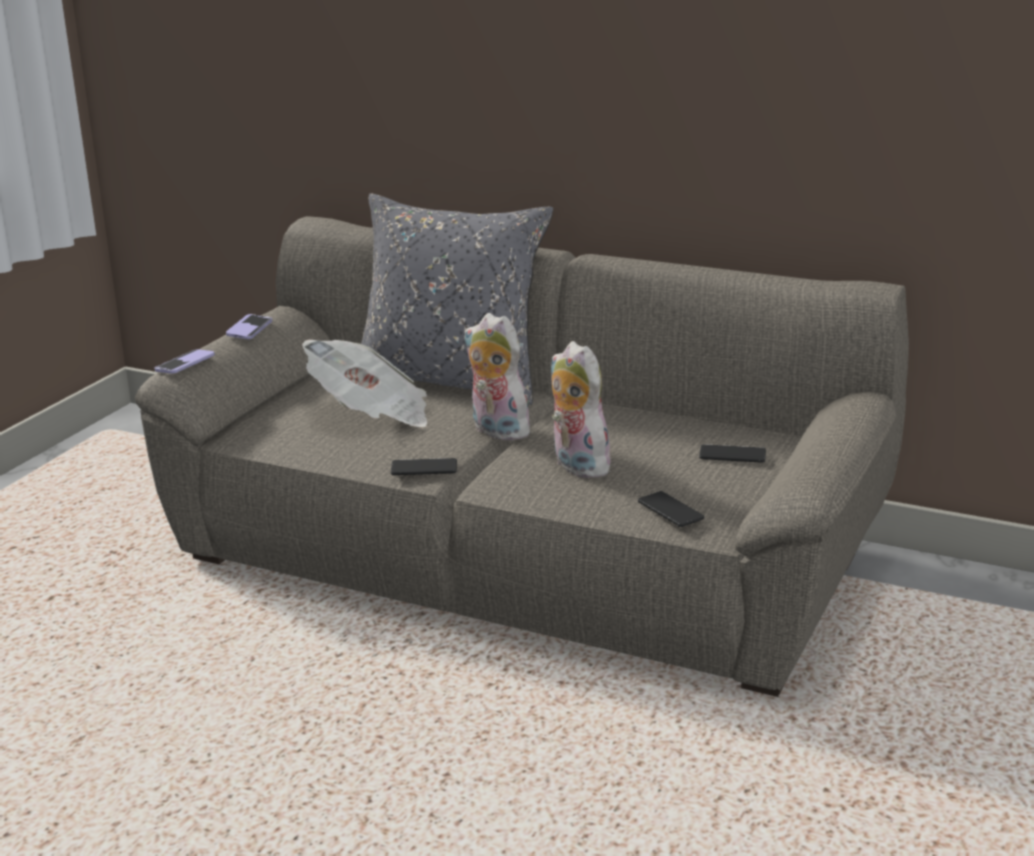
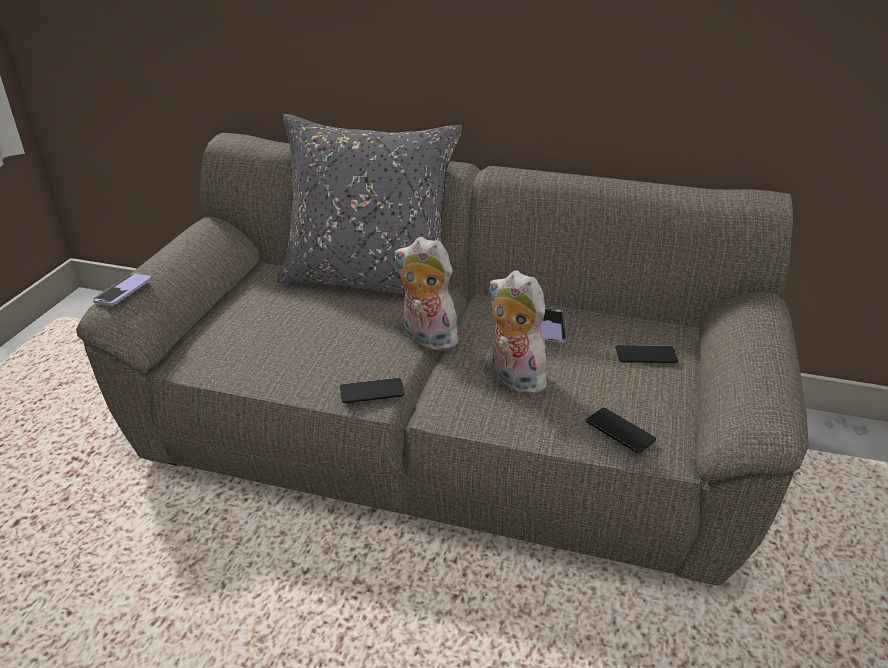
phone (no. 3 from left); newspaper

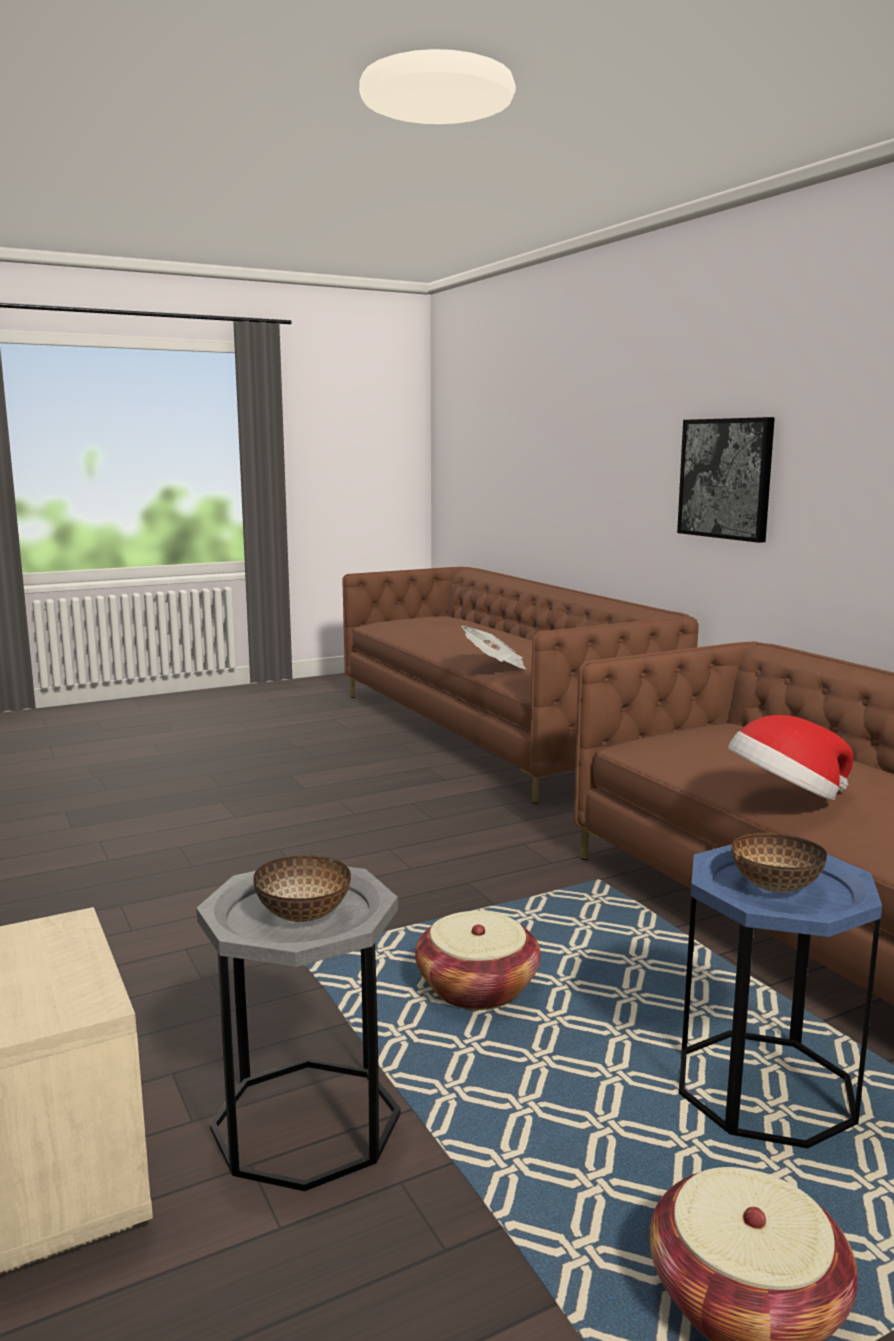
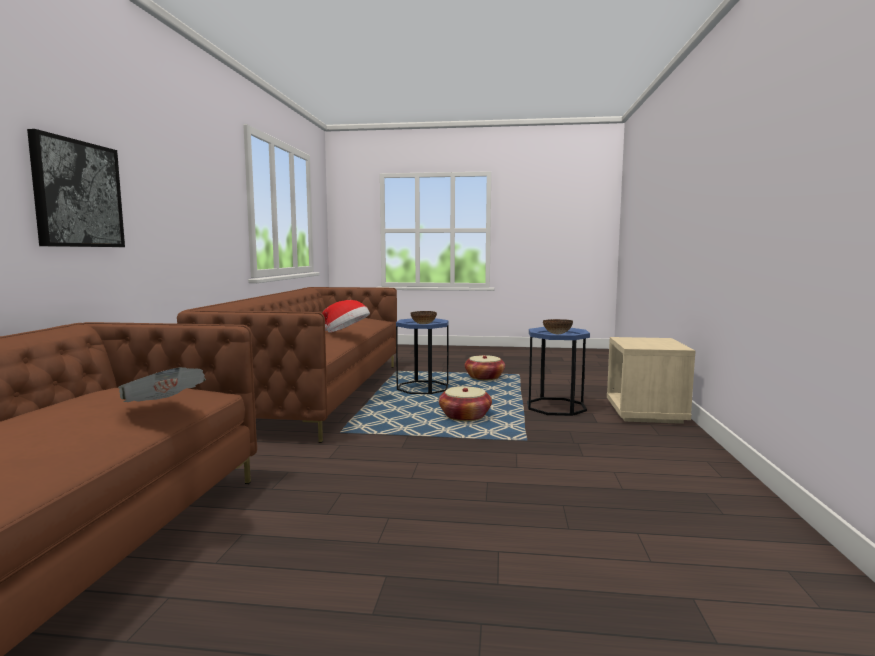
side table (blue) (no. 2 from left)

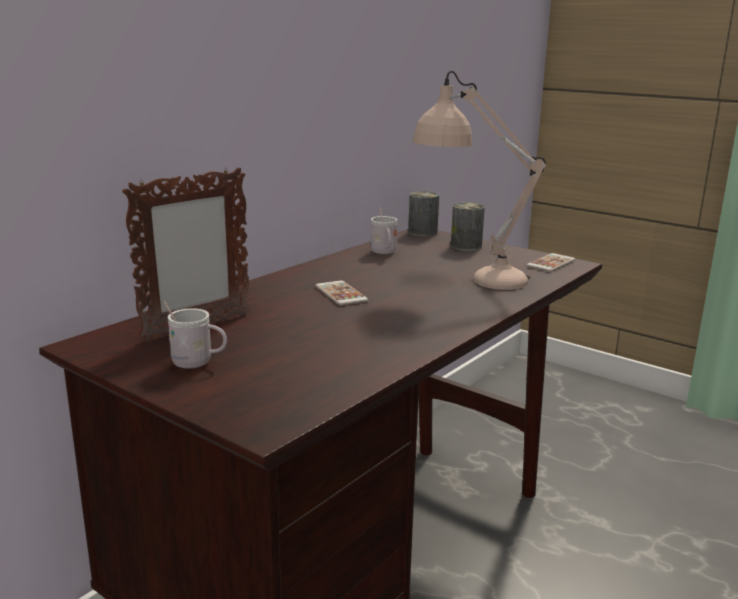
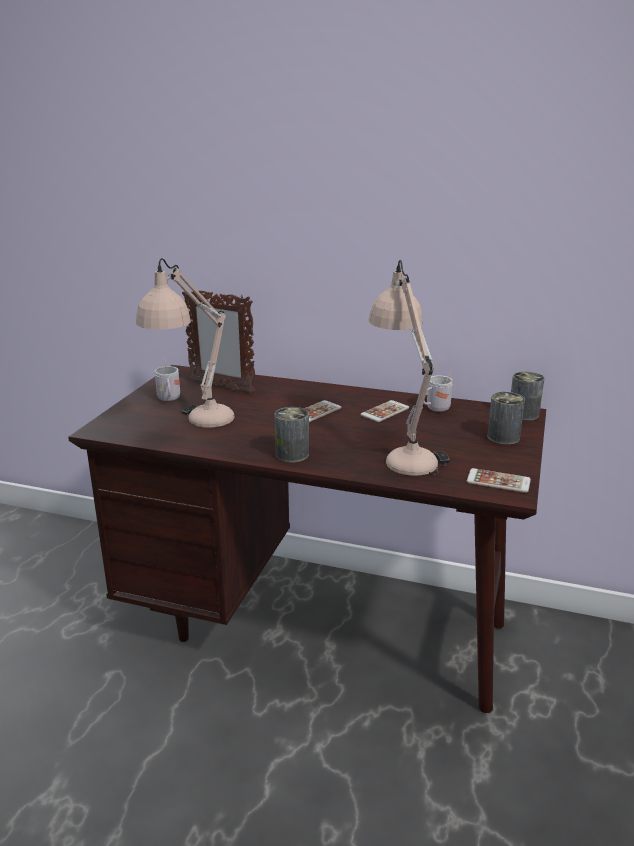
table lamp (beige) (no. 1 from left); phone (no. 2 from left); can (no. 1 from left)

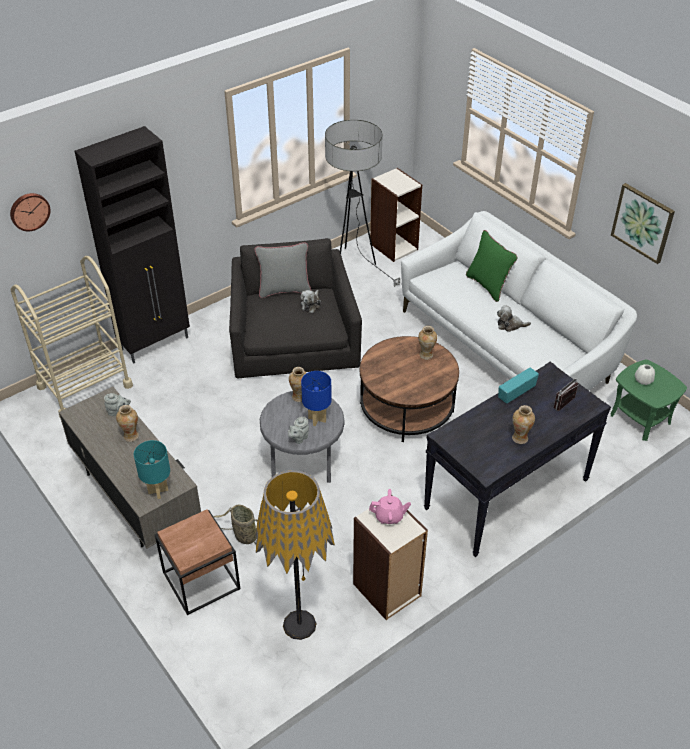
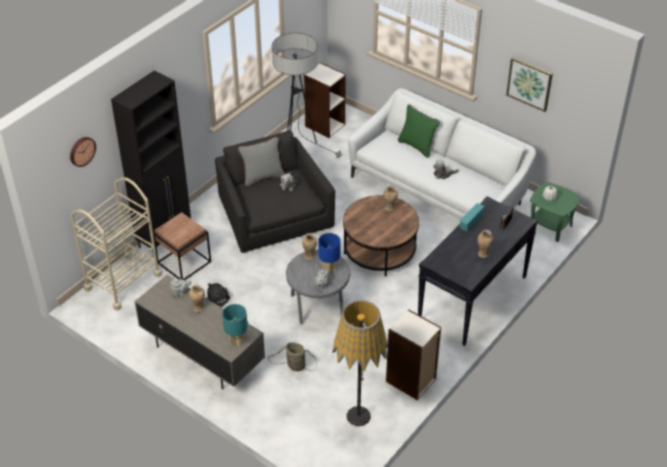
teapot (pink); side table (brown); plush toy (no. 1 from left)

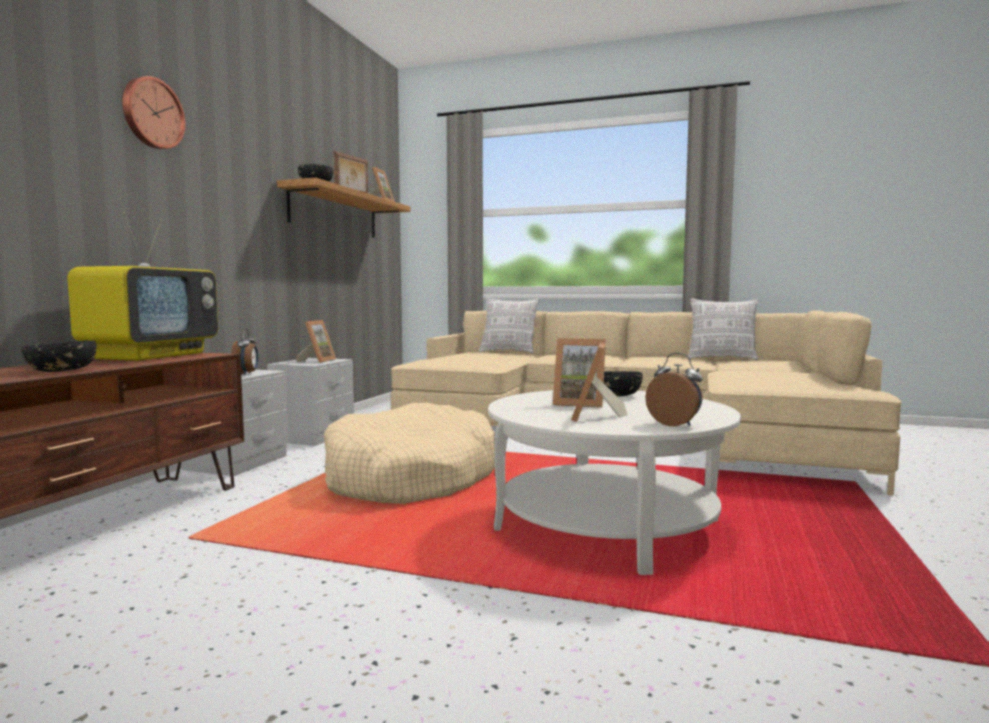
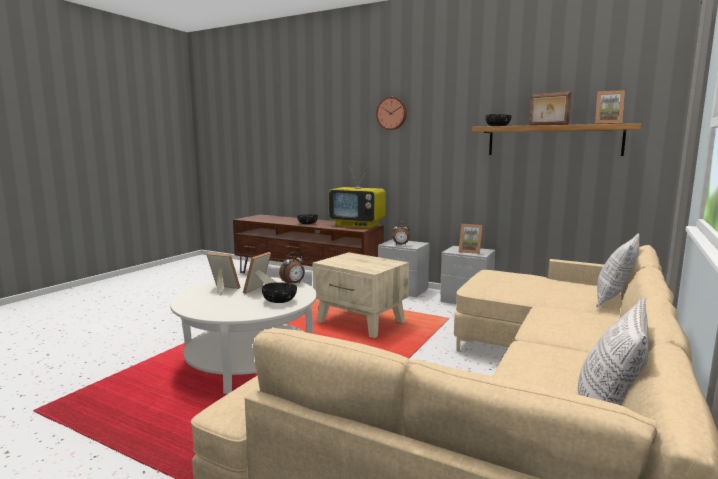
alarm clock (no. 1 from left); side table (beige)

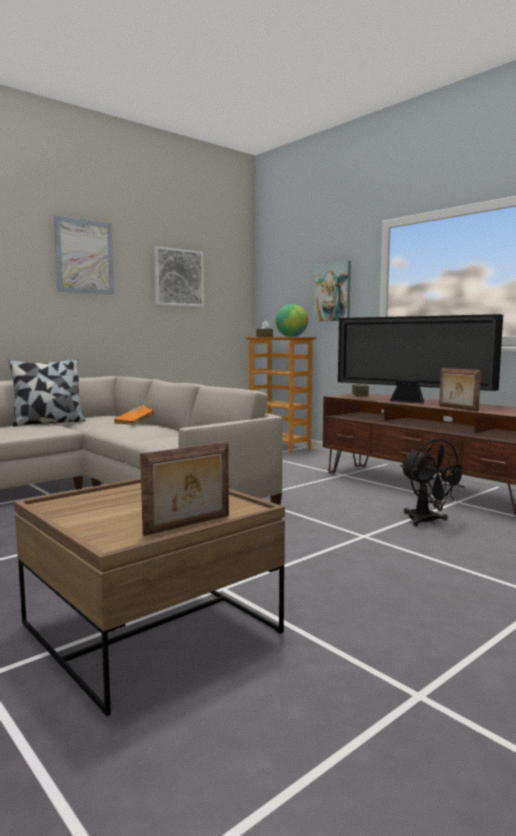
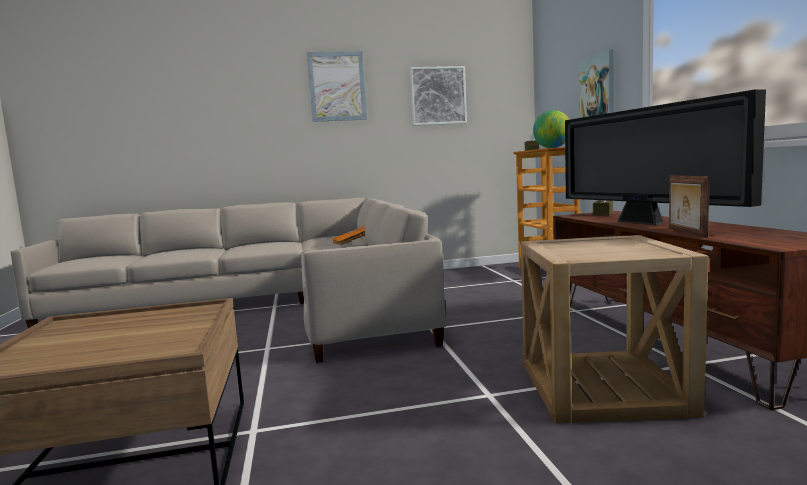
pillow; side table (beige); picture frame (no. 1 from left in the first image)

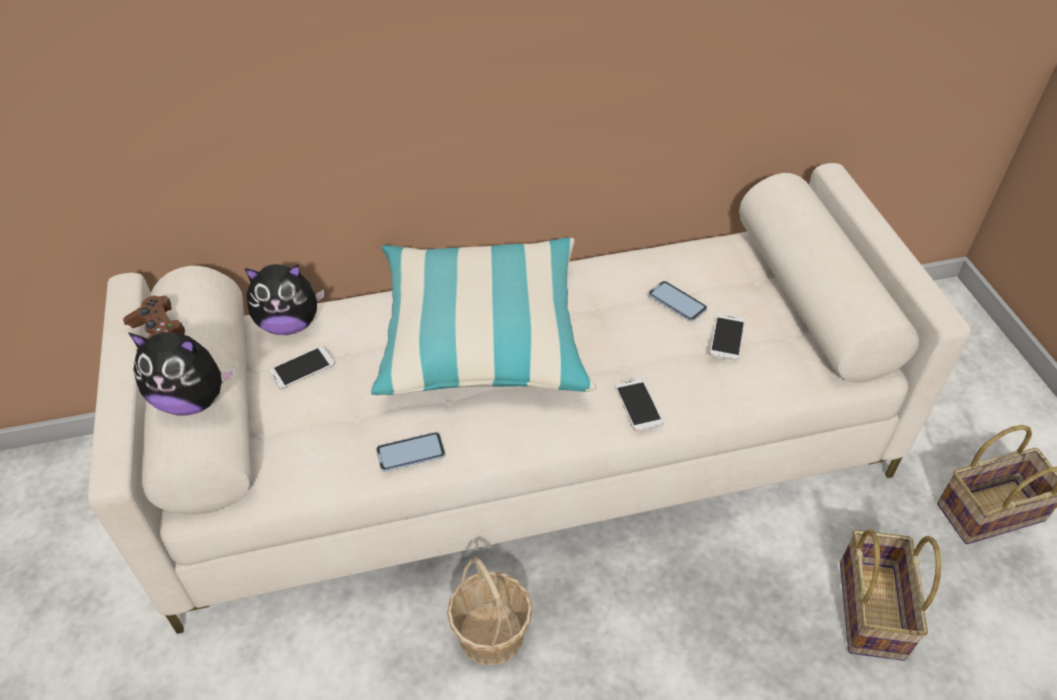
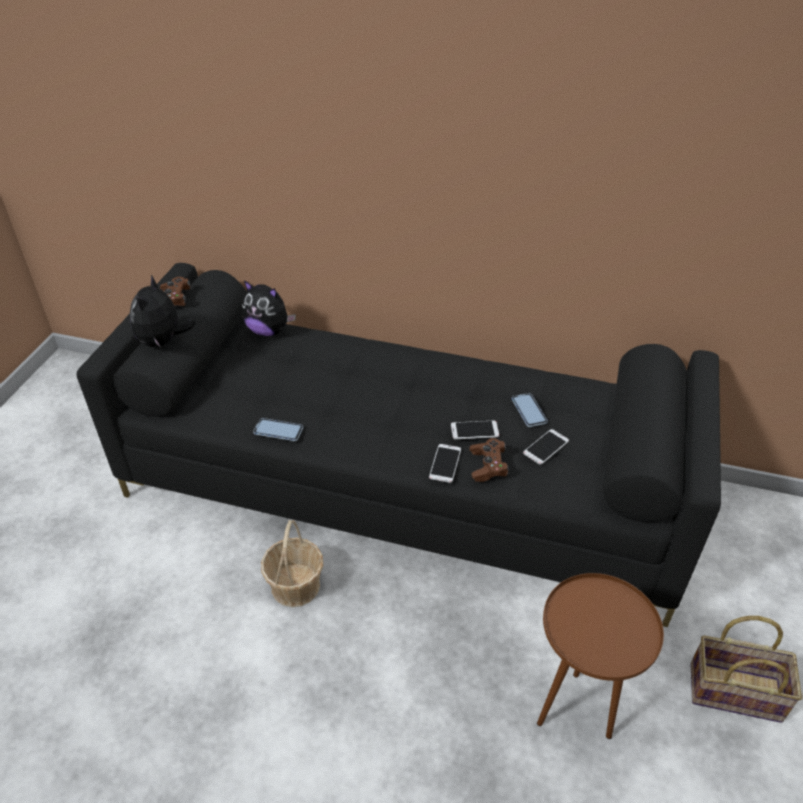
sofa (black); pillow; plush toy (no. 1 from left); phone (no. 3 from left); side table (brown); game controller (brown) (no. 2 from left)

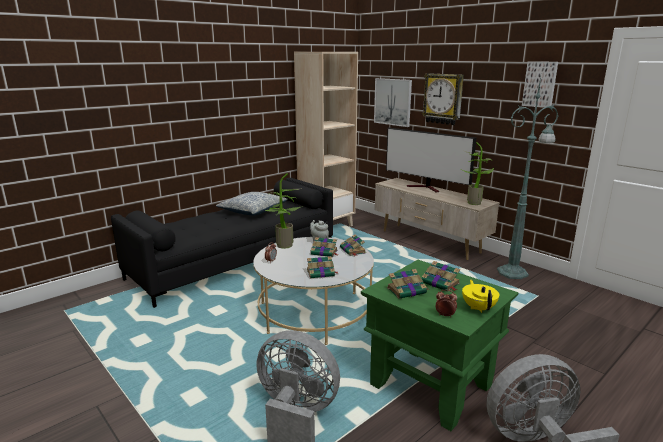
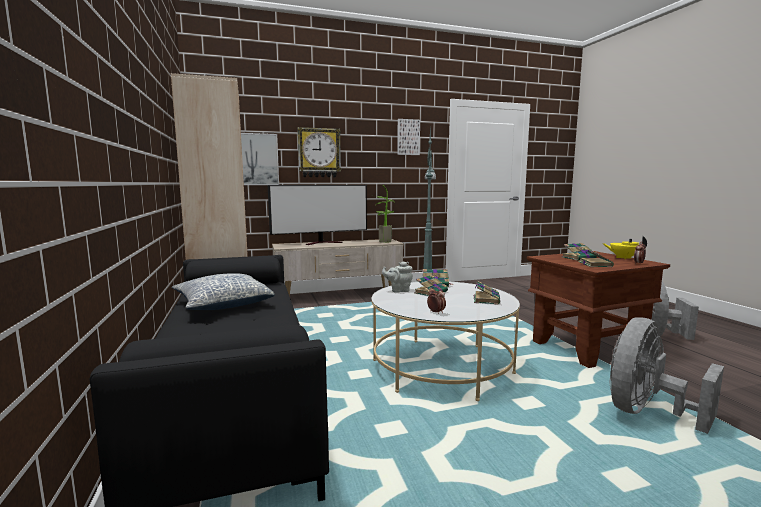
potted plant (no. 1 from left in the first image); side table (brown)

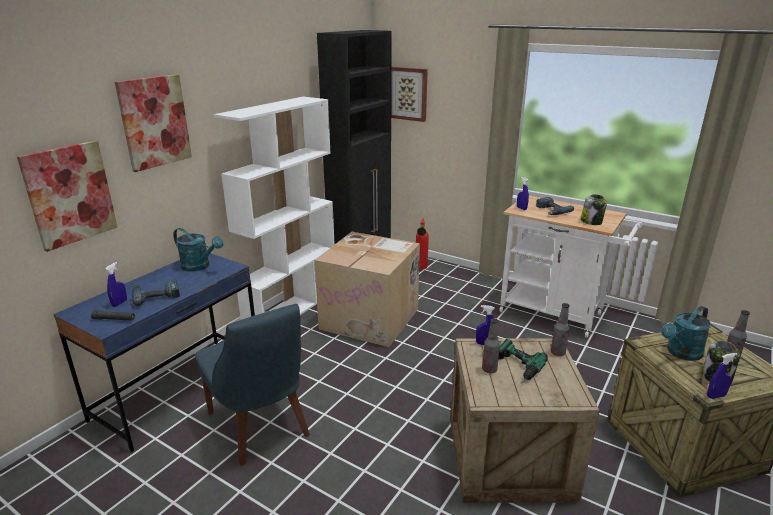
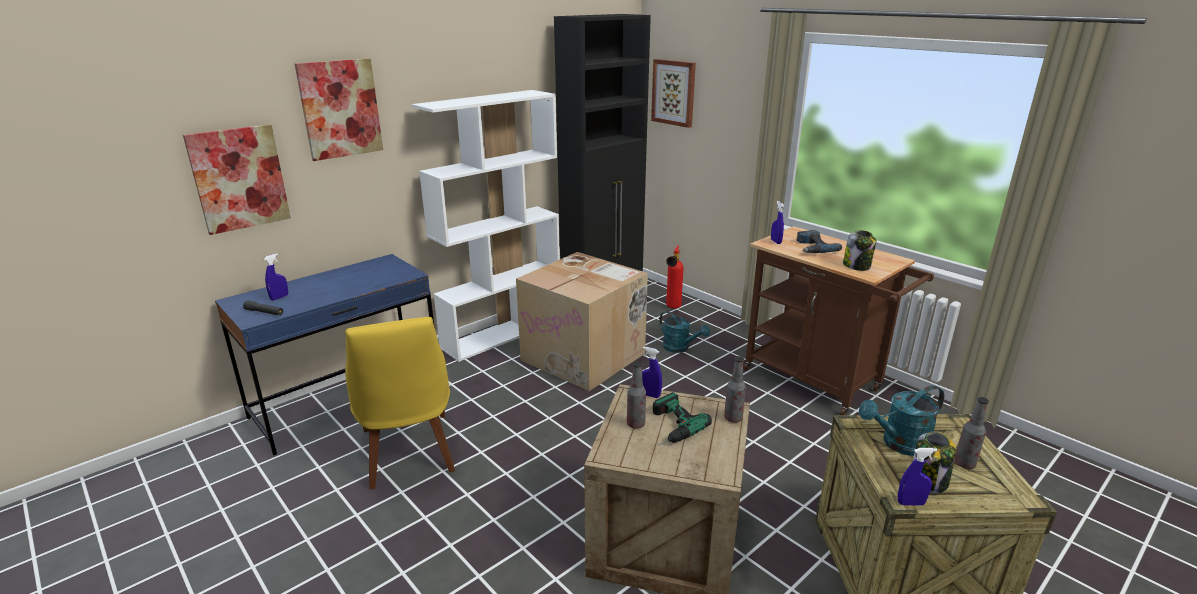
cart (brown); watering can (turquoise) (no. 1 from left); power drill (no. 1 from left in the first image); chair (yellow)

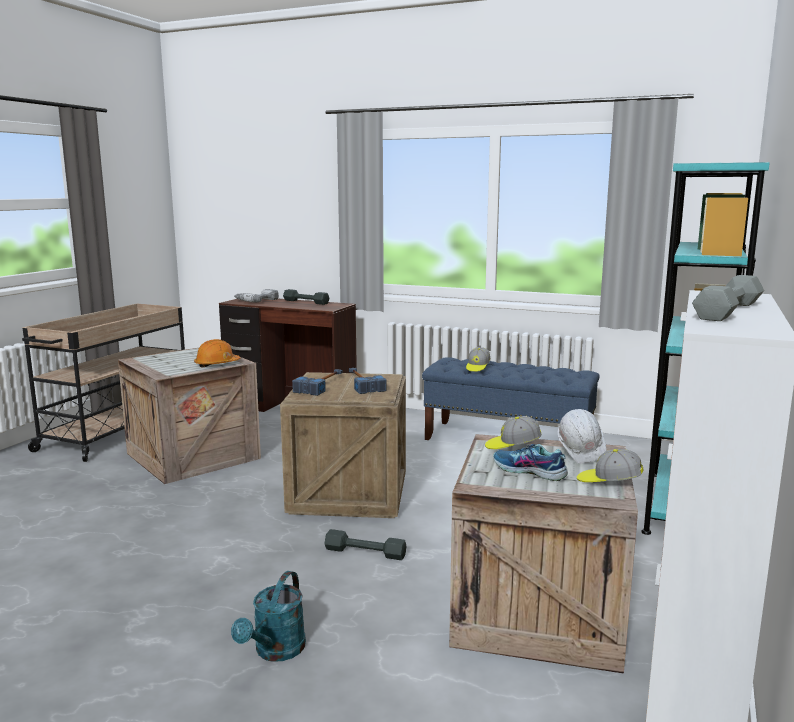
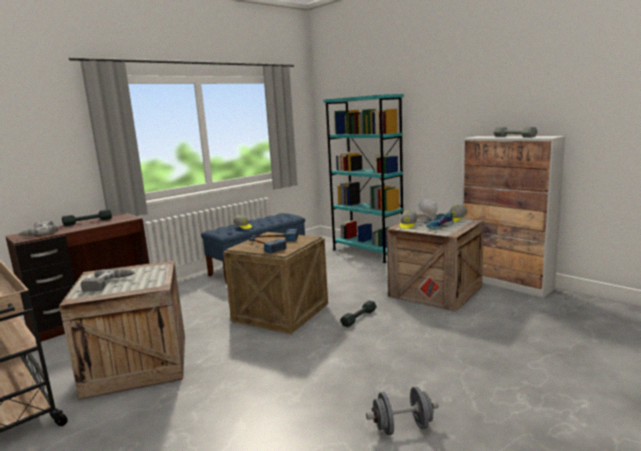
hard hat (orange); watering can (turquoise); power drill (no. 2 from left); dumbbell (grey) (no. 3 from left)

